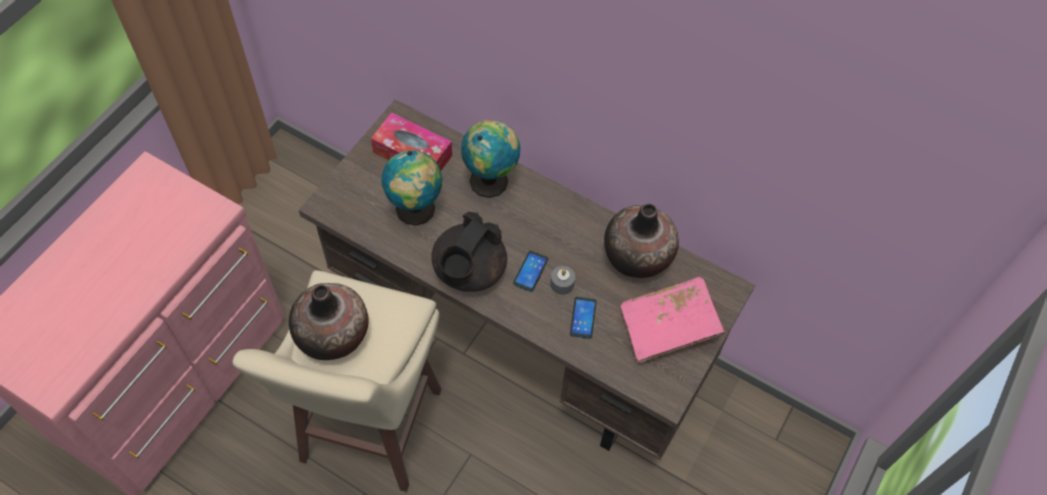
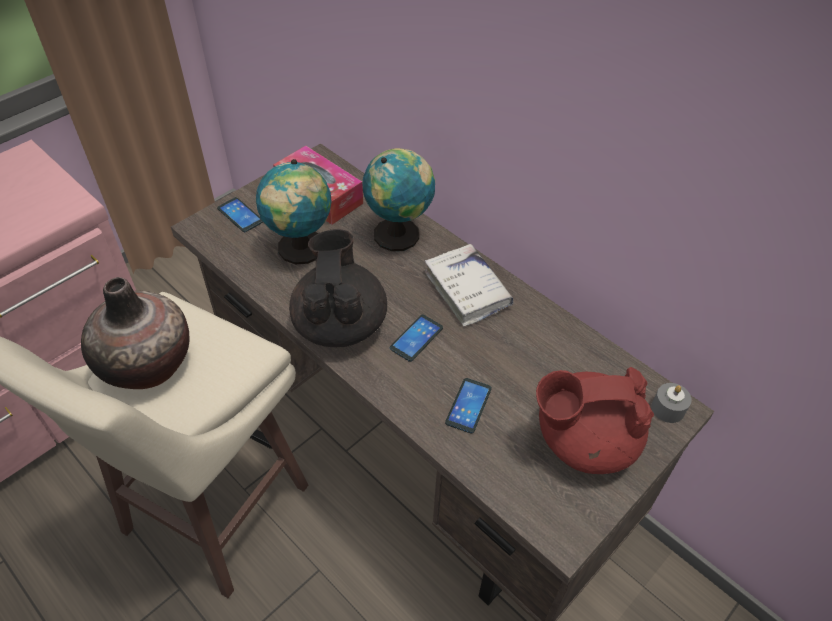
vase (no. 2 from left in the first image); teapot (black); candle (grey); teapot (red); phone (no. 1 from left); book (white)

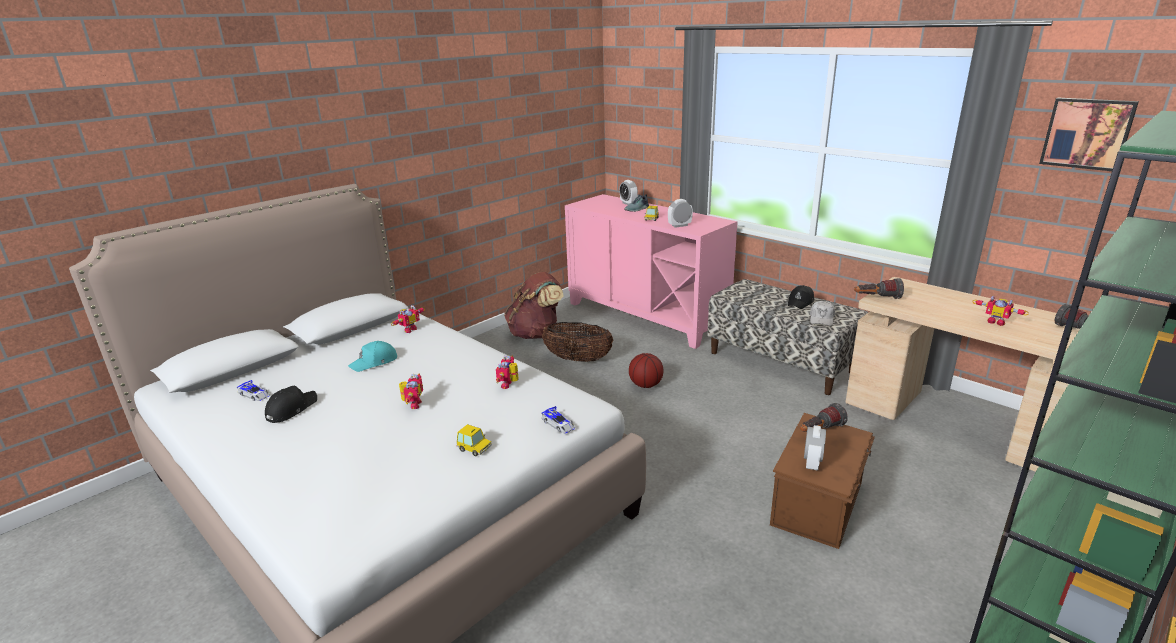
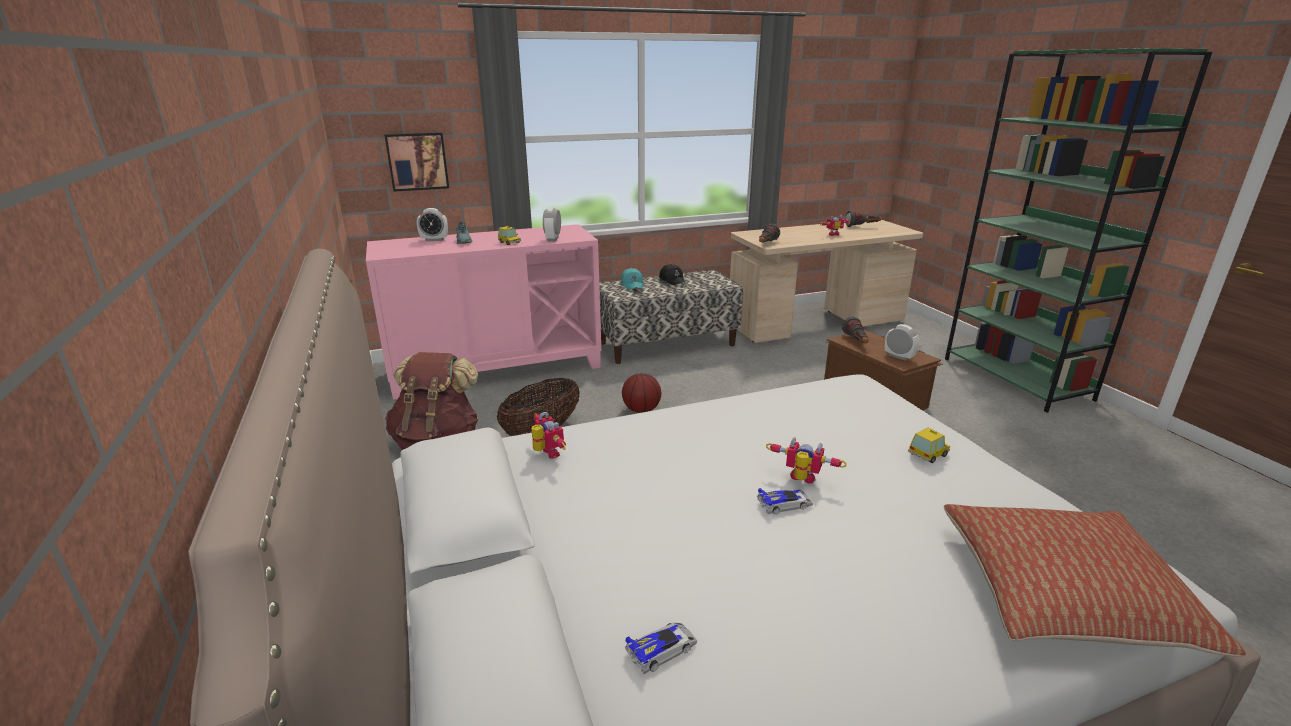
picture; cap (white); cap (turquoise); toy robot (no. 3 from left in the first image); cap (black) (no. 1 from left in the first image); toy car (no. 3 from left); pillow

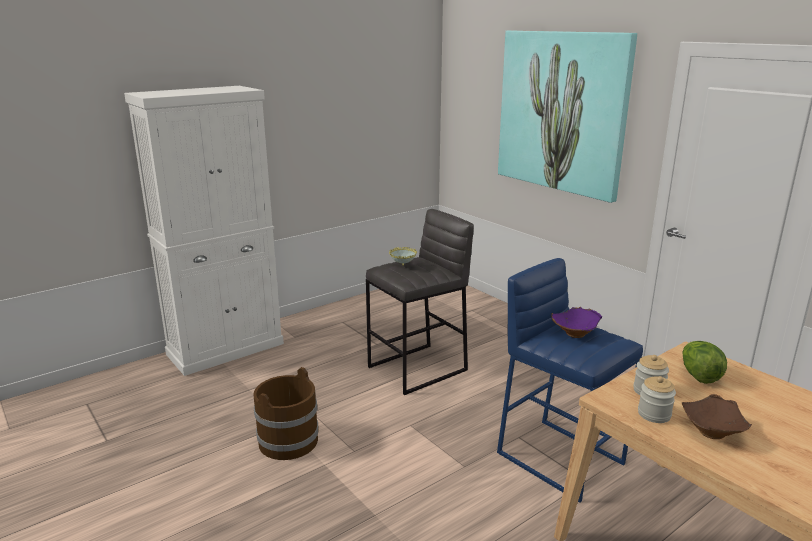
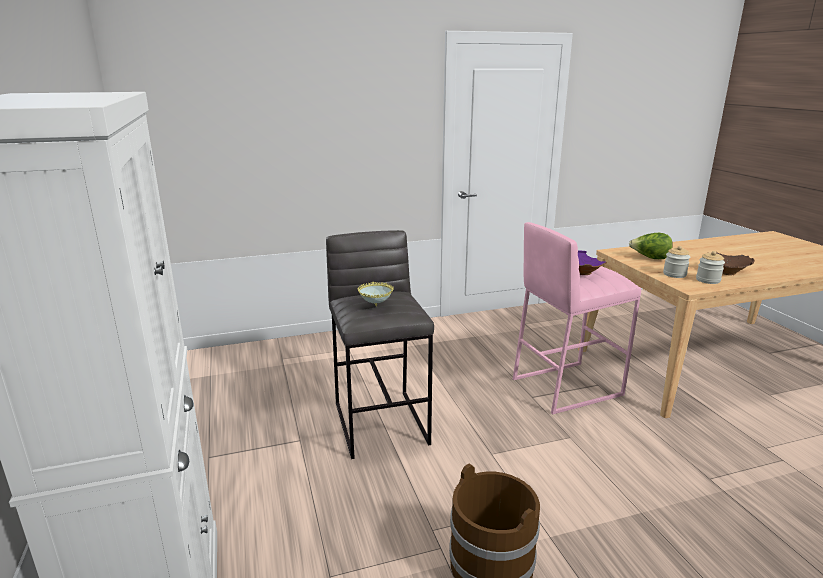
picture; stool (pink)

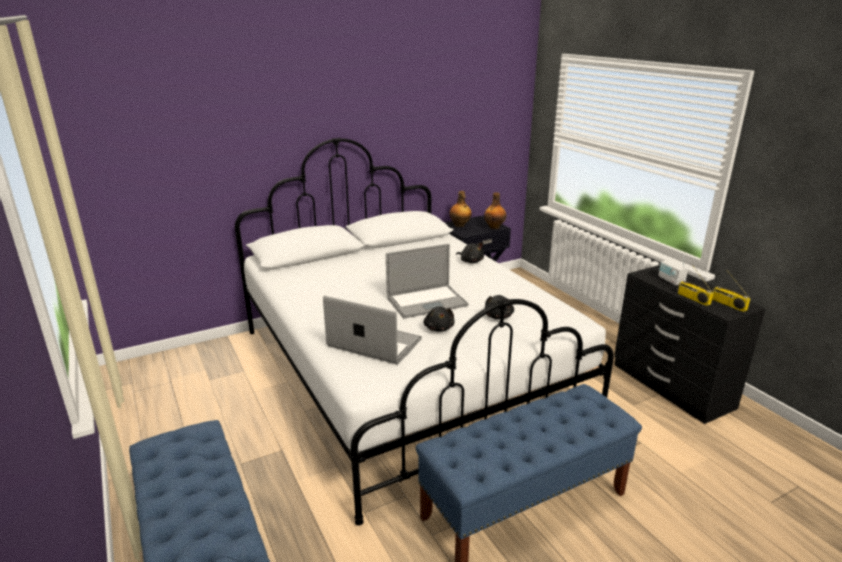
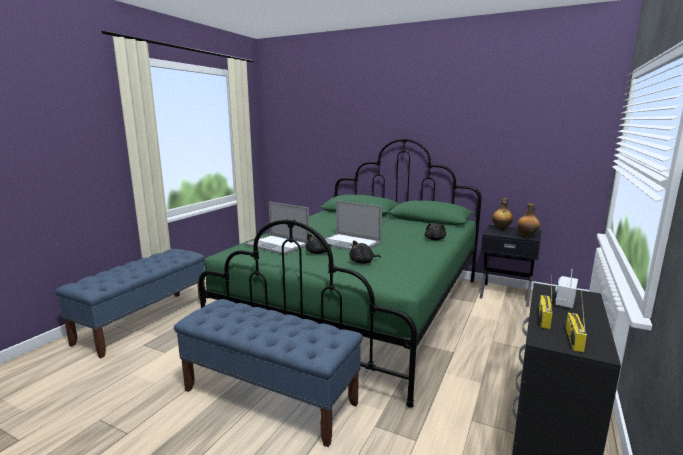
bed (green); laptop (no. 1 from left)

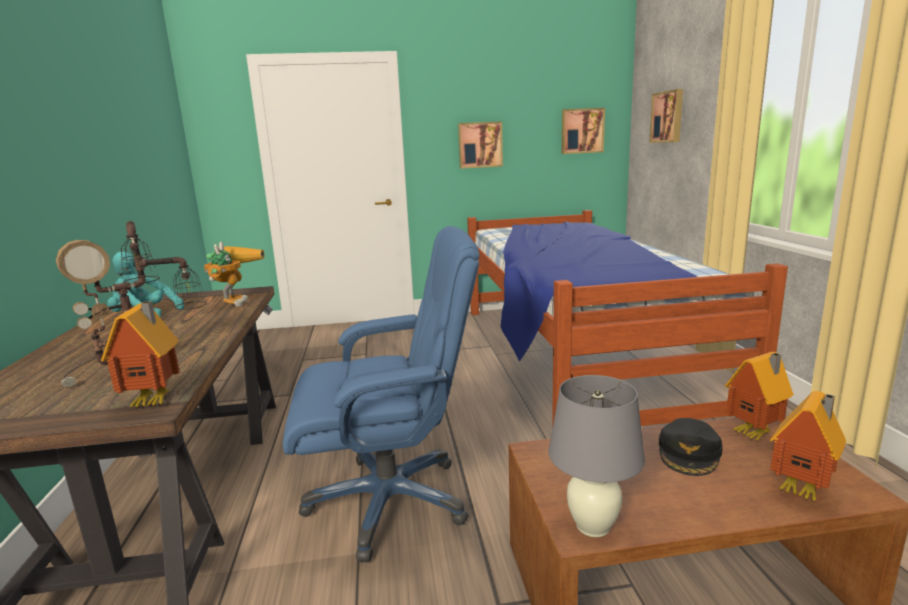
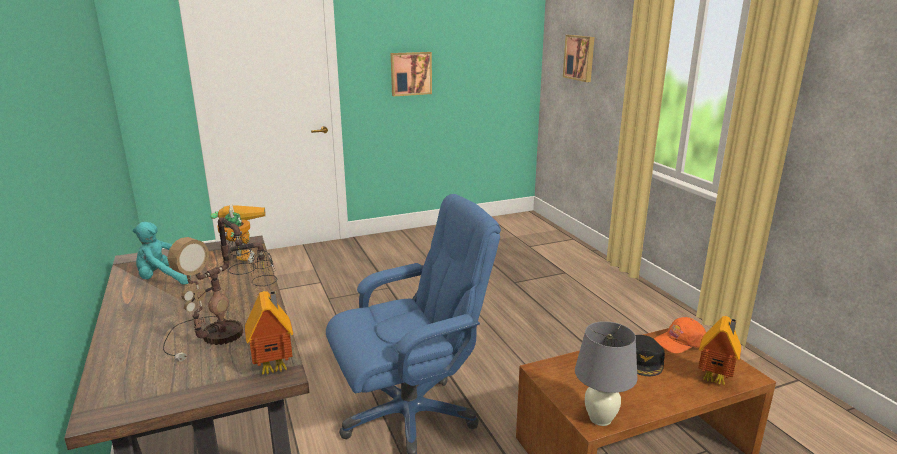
picture (no. 2 from left in the first image); bed; cap (orange)

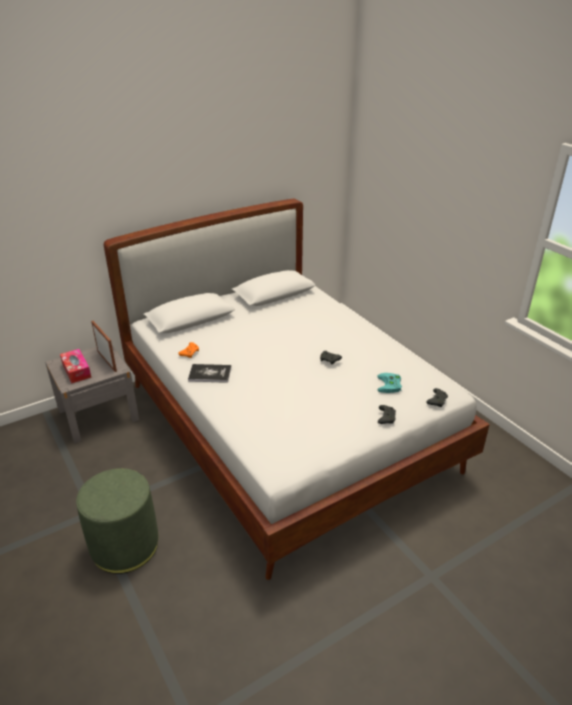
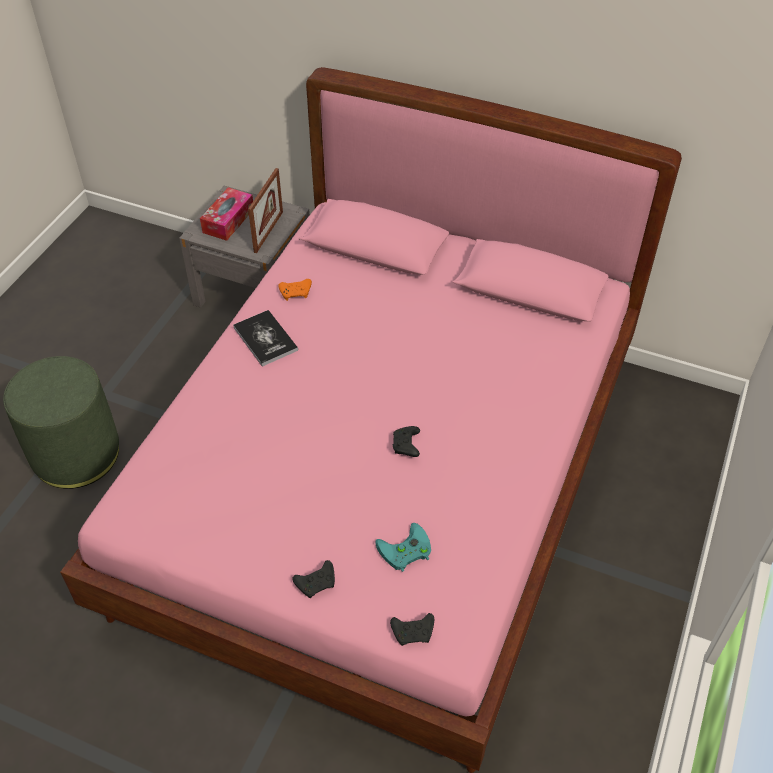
bed (pink)

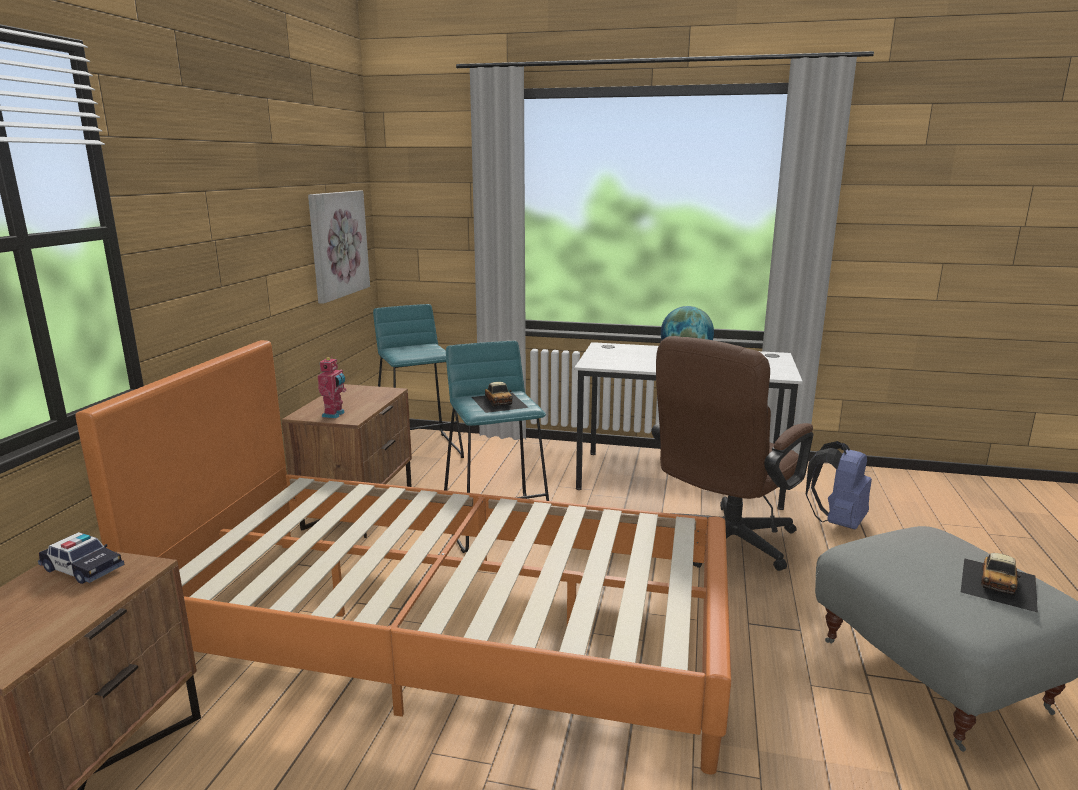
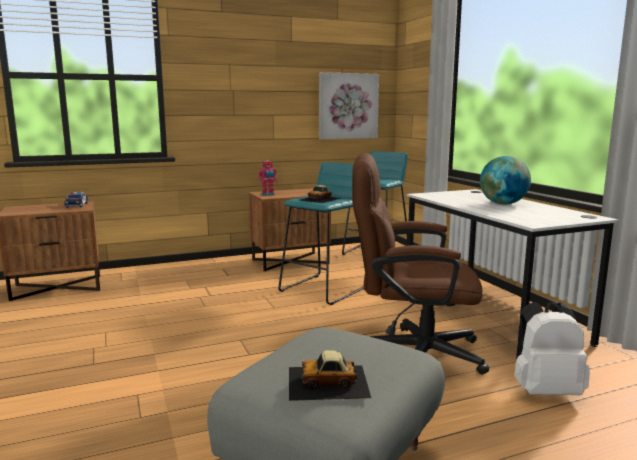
bed (orange); backpack (white)

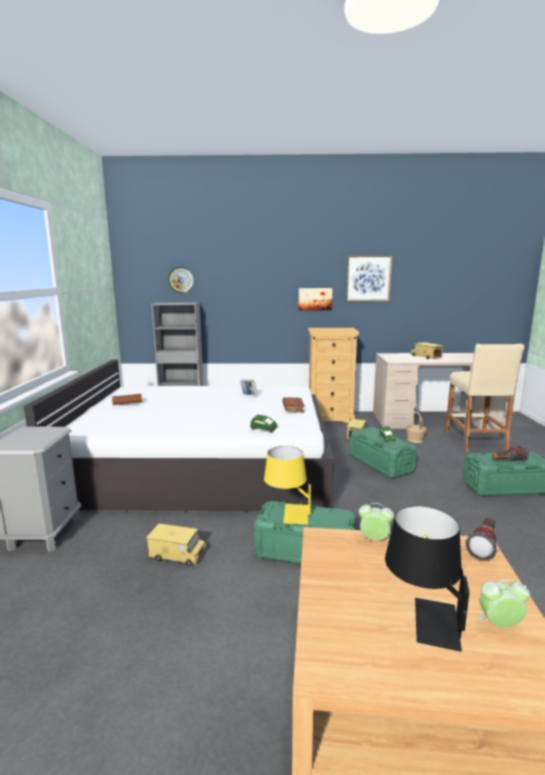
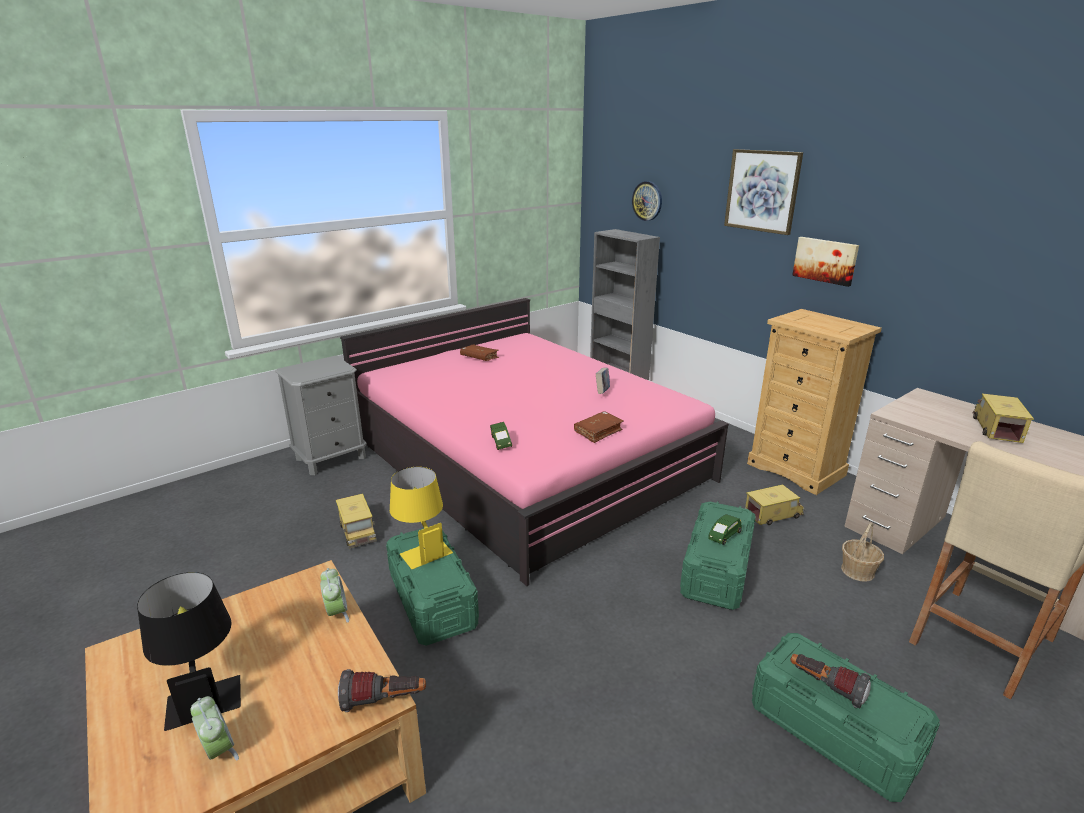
picture (no. 1 from left); bed (pink)

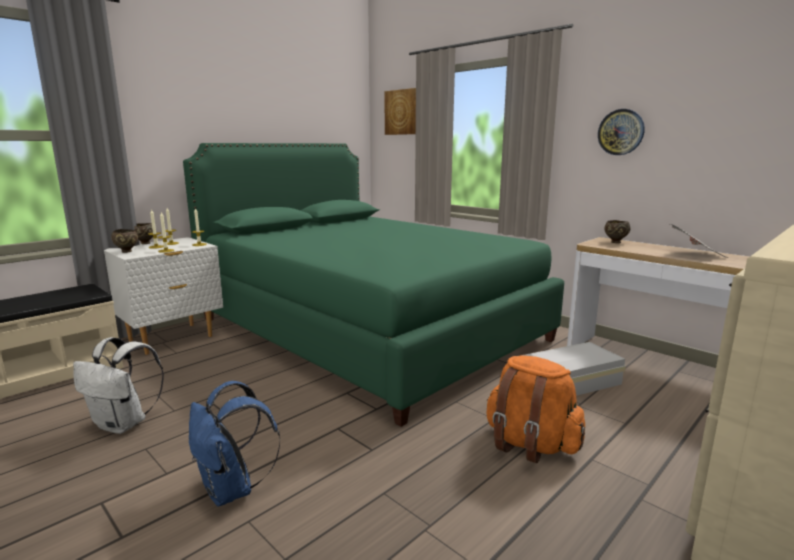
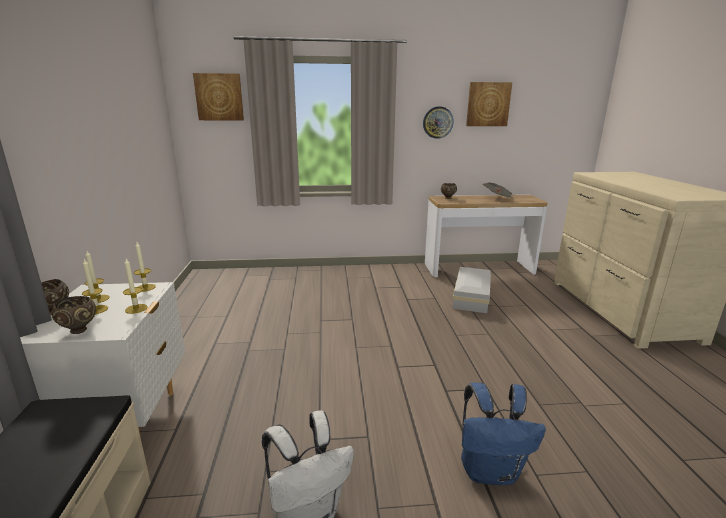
bed (green); backpack (orange); picture (no. 2 from left)

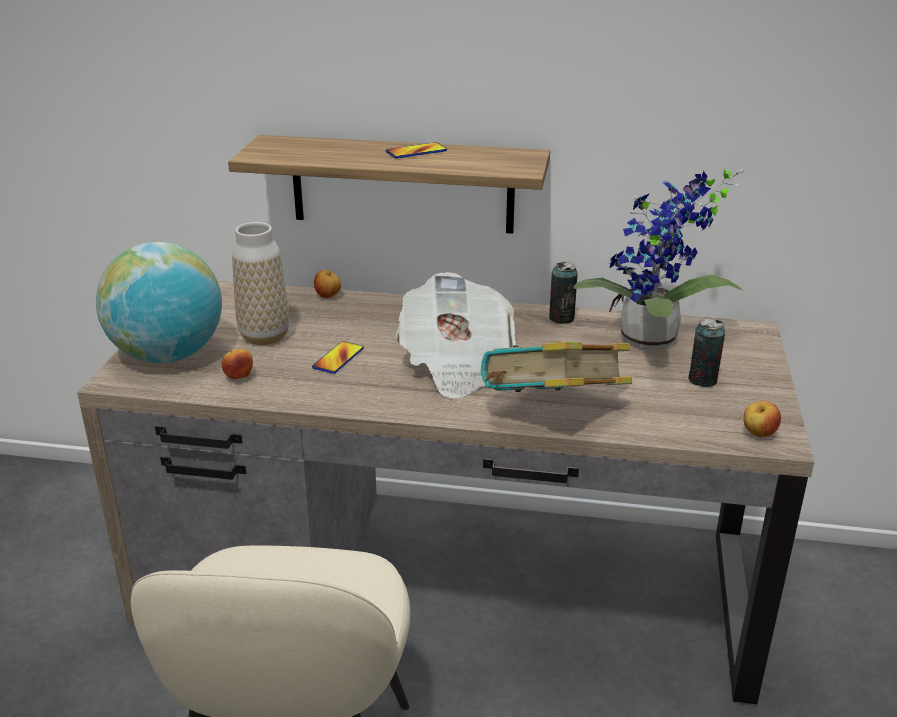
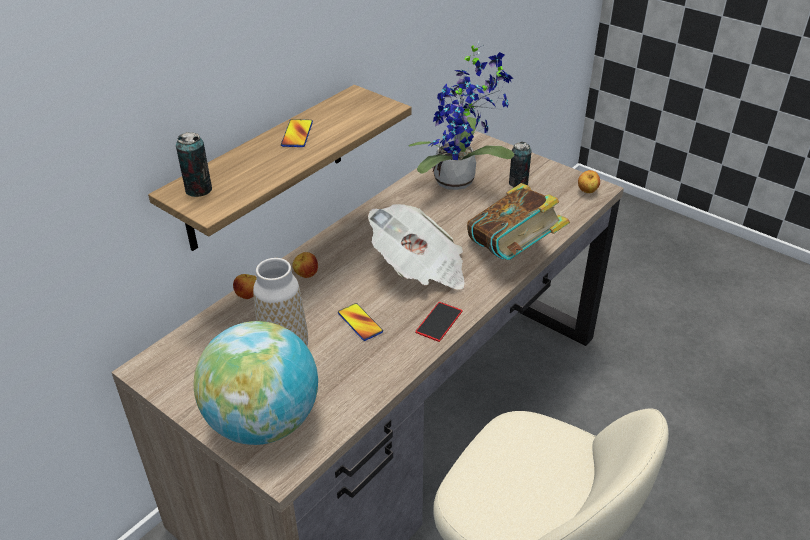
can (no. 1 from left); apple (no. 2 from left); phone (no. 3 from left)

